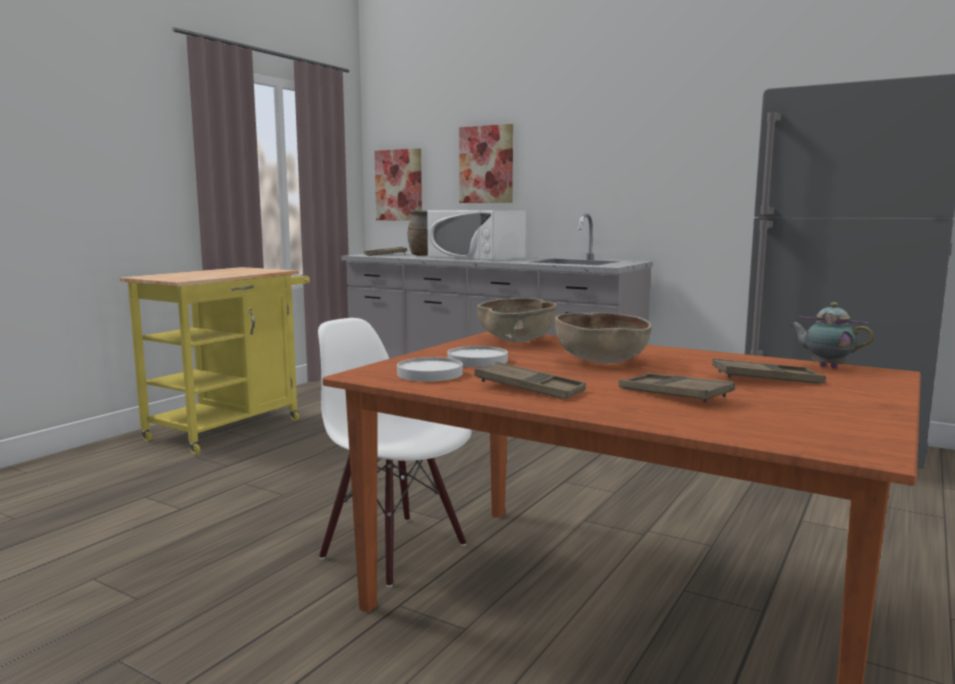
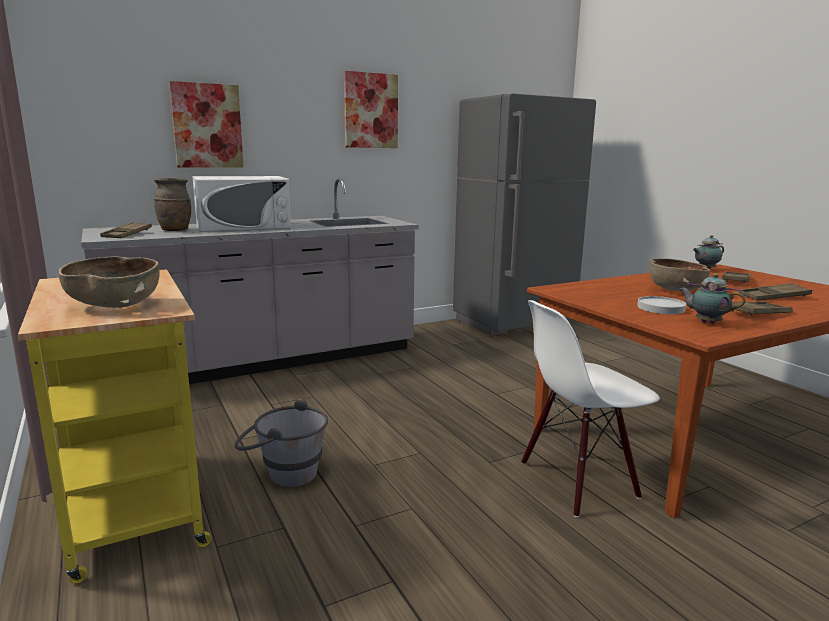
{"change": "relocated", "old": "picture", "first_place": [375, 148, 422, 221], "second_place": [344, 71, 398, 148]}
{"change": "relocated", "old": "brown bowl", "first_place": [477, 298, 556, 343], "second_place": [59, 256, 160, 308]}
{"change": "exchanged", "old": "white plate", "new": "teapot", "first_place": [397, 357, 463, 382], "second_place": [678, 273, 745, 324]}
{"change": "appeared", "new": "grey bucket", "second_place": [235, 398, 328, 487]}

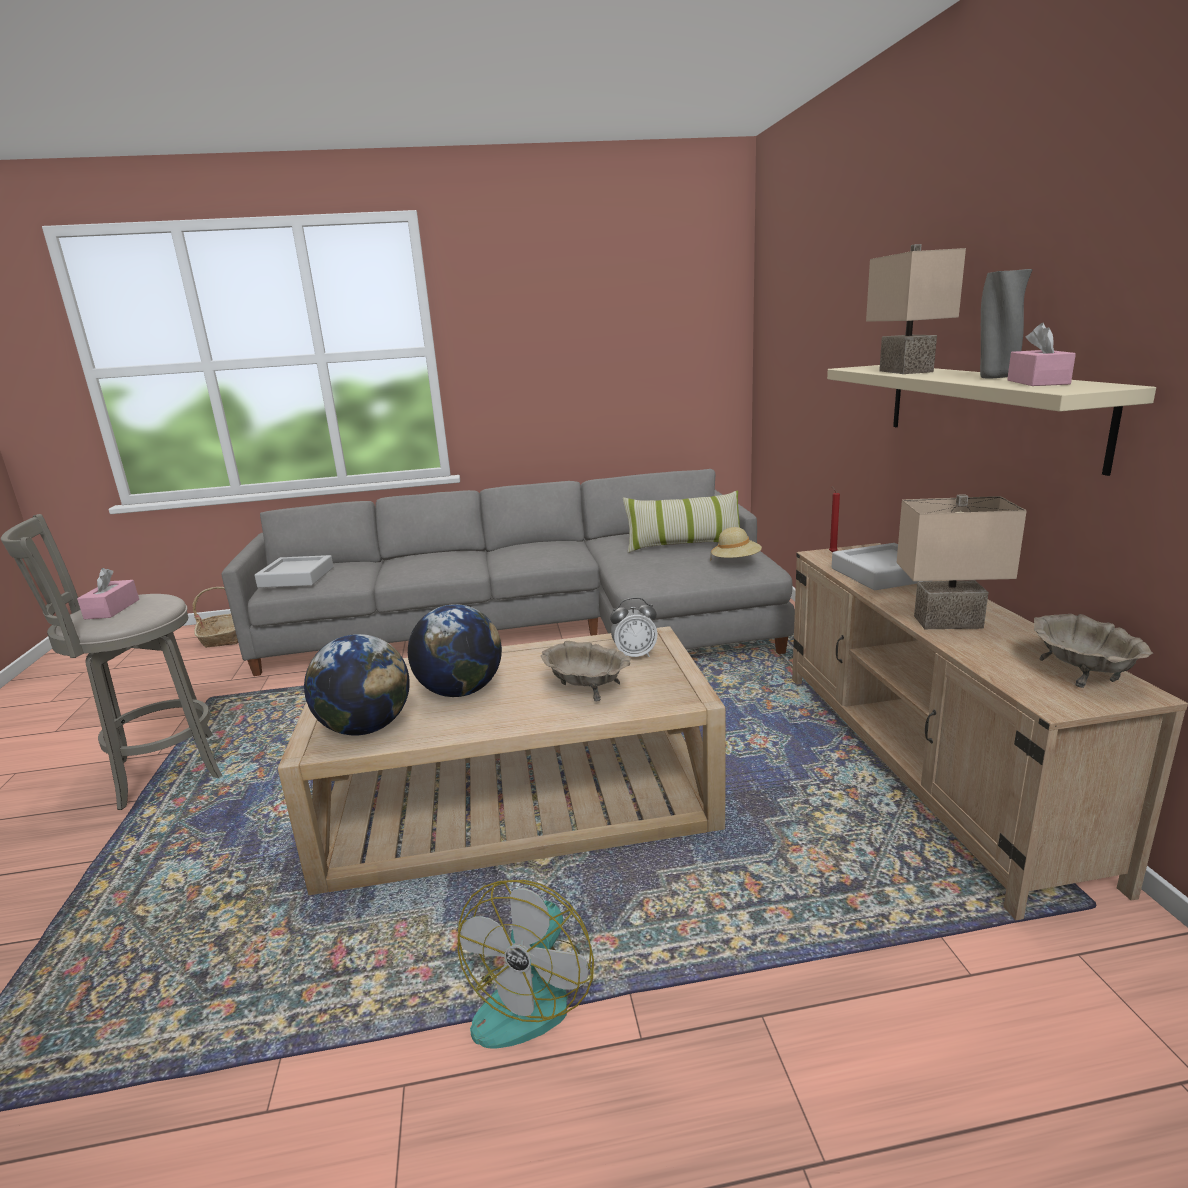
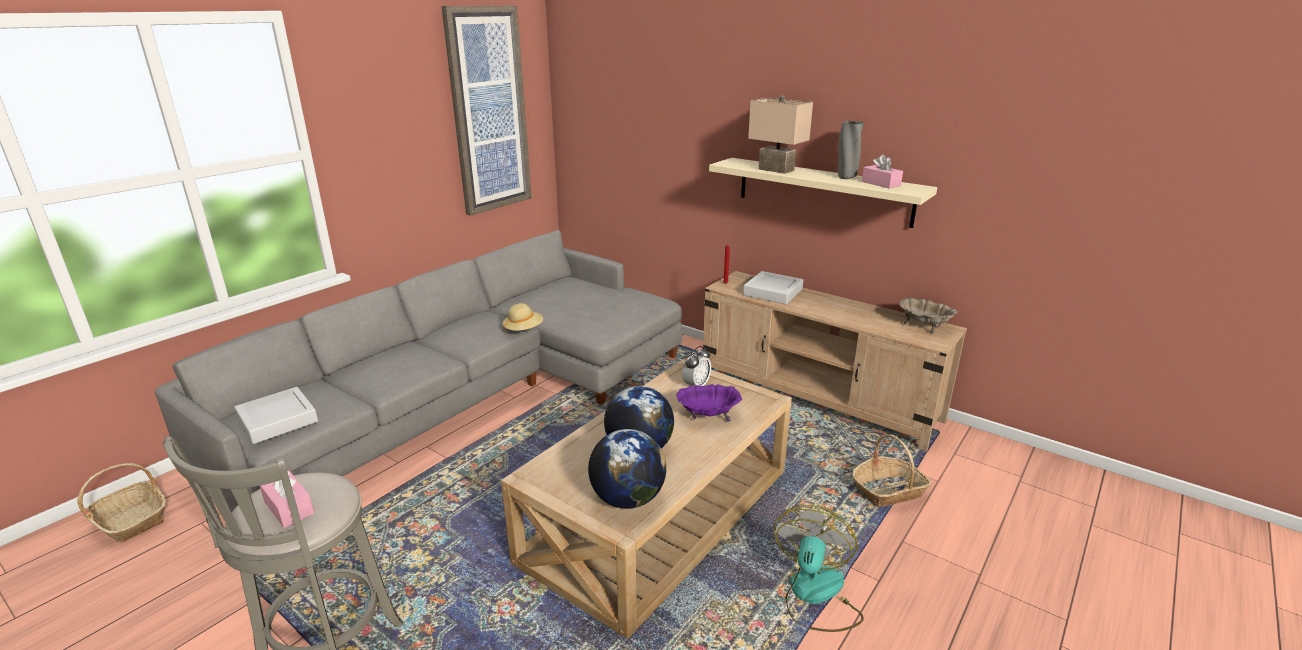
{"change": "missing", "old": "pillow", "first_place": [623, 491, 740, 553]}
{"change": "missing", "old": "beige table lamp", "first_place": [897, 494, 1027, 629]}
{"change": "relocated", "old": "beige hat", "first_place": [711, 527, 762, 558], "second_place": [503, 303, 543, 335]}
{"change": "colour", "old": "beige bowl", "new": "purple bowl", "first_place": [541, 641, 631, 702], "second_place": [676, 384, 742, 422]}
{"change": "spun", "old": "fan", "first_place": [458, 880, 594, 1048], "second_place": [773, 505, 864, 632], "degrees": -135}
{"change": "appeared", "new": "picture", "second_place": [441, 6, 532, 216]}
{"change": "appeared", "new": "basket", "second_place": [852, 434, 932, 507]}

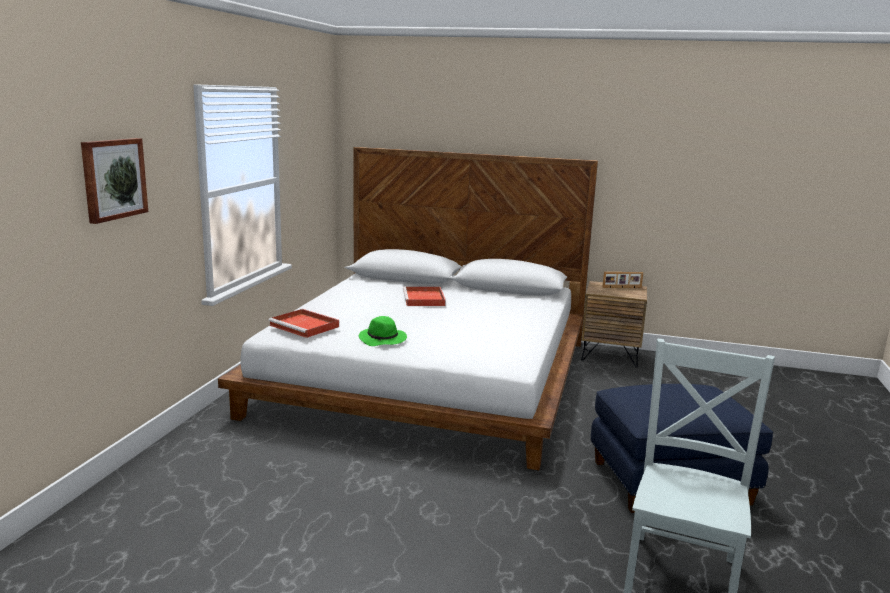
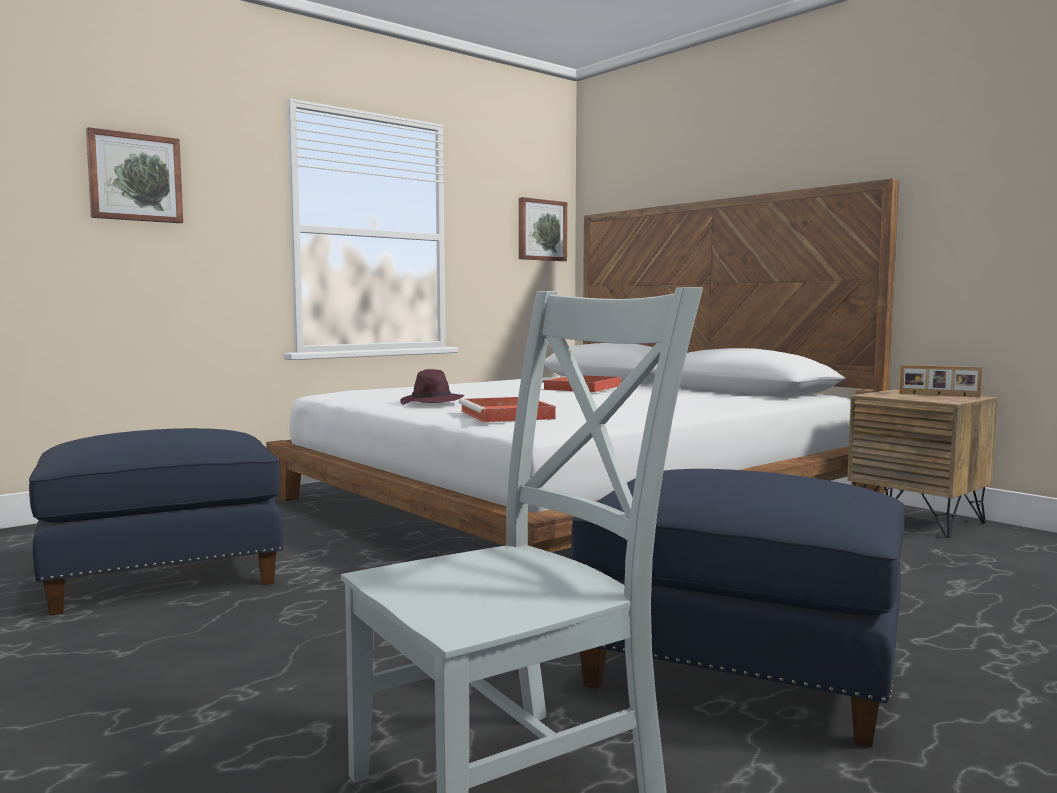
{"change": "relocated", "old": "red tray", "first_place": [268, 309, 339, 338], "second_place": [459, 397, 556, 422]}
{"change": "colour", "old": "green hat", "new": "purple hat", "first_place": [359, 316, 407, 346], "second_place": [400, 369, 464, 405]}
{"change": "appeared", "new": "picture", "second_place": [519, 197, 567, 261]}
{"change": "appeared", "new": "blue ottoman", "second_place": [29, 428, 283, 615]}

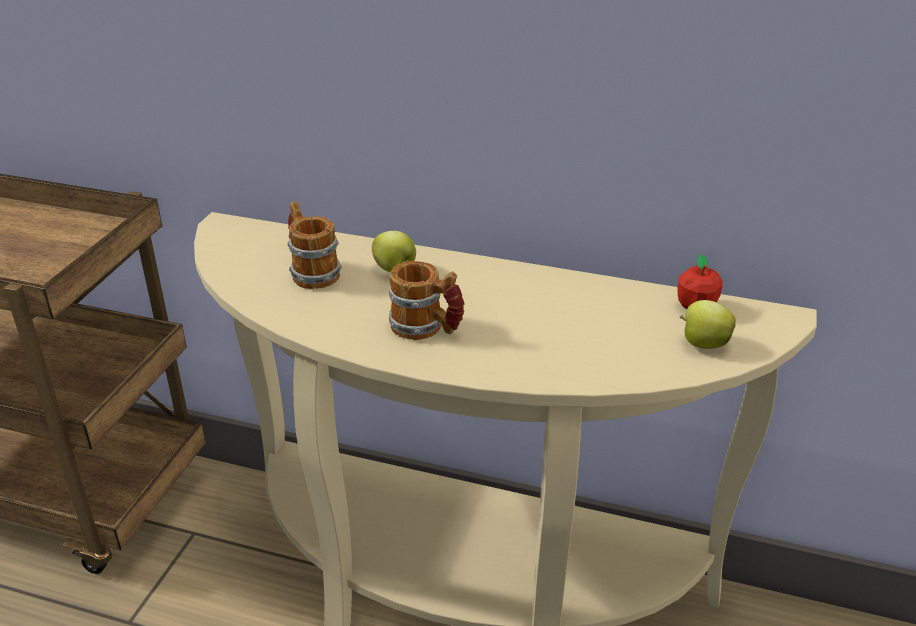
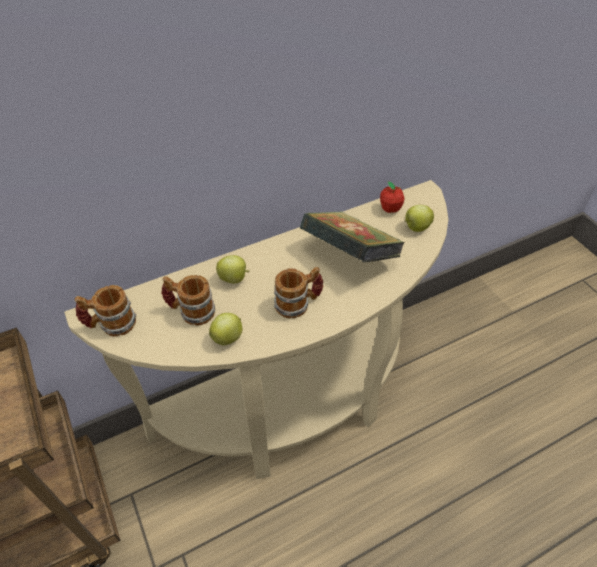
{"change": "appeared", "new": "book", "second_place": [300, 211, 405, 262]}
{"change": "appeared", "new": "mug", "second_place": [75, 285, 136, 336]}
{"change": "appeared", "new": "apple", "second_place": [209, 313, 242, 345]}

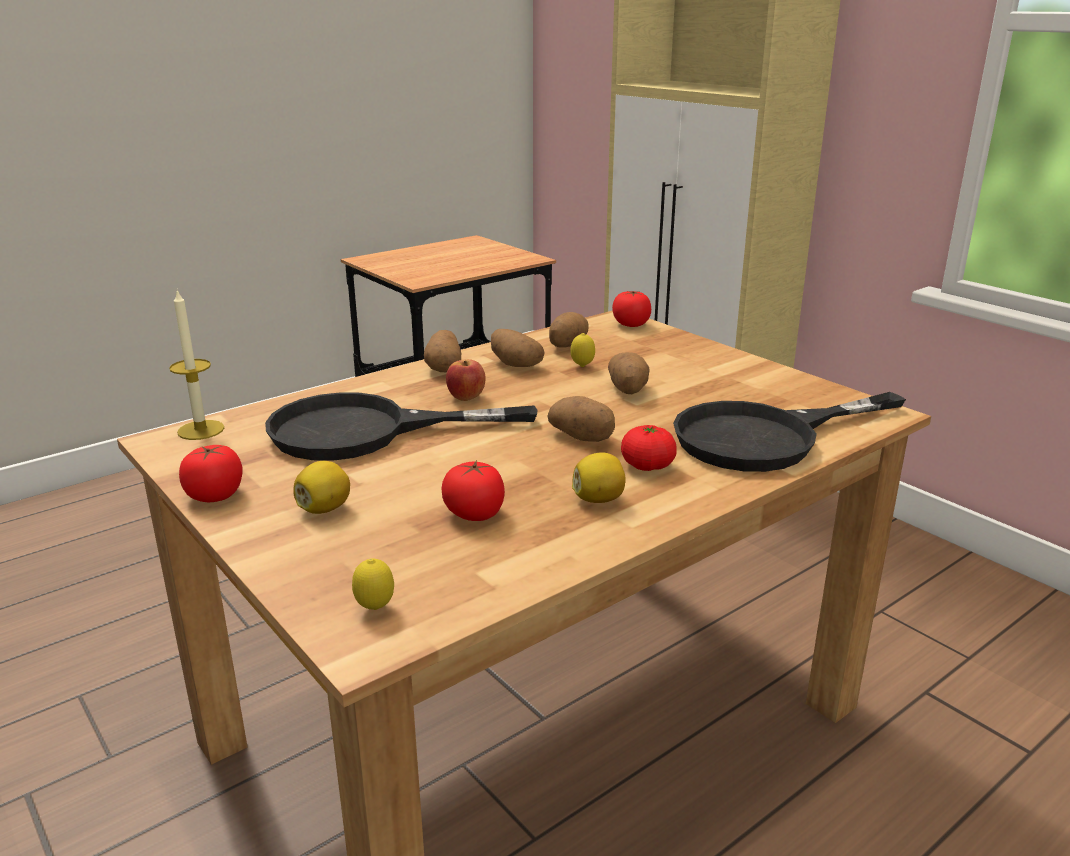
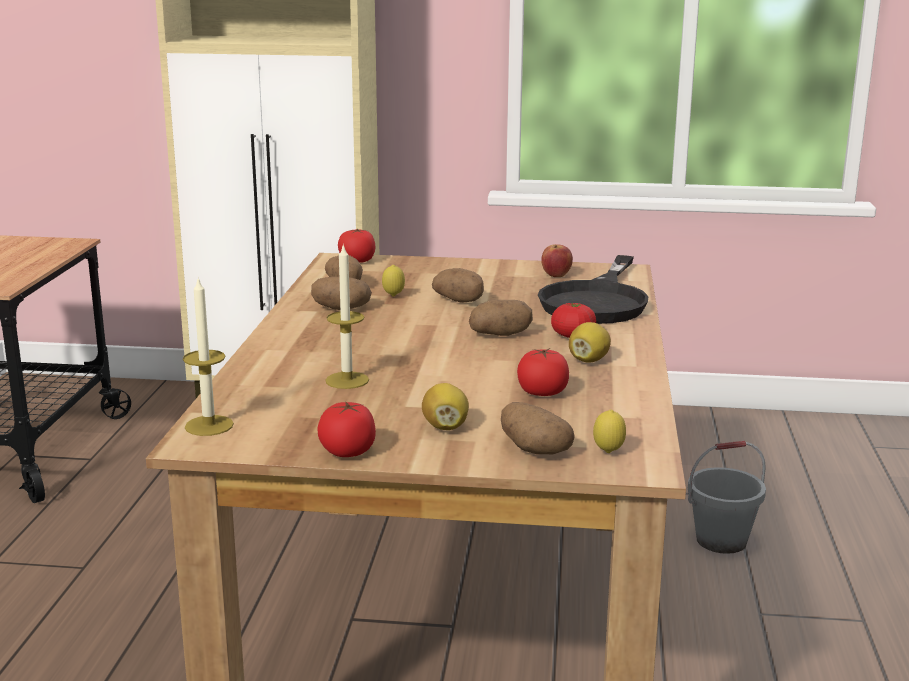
{"change": "relocated", "old": "potato", "first_place": [424, 330, 461, 372], "second_place": [501, 402, 575, 454]}
{"change": "relocated", "old": "apple", "first_place": [446, 359, 486, 401], "second_place": [541, 244, 573, 277]}
{"change": "exchanged", "old": "black frying pan", "new": "candle", "first_place": [265, 392, 537, 461], "second_place": [325, 243, 369, 389]}
{"change": "appeared", "new": "grey bucket", "second_place": [688, 441, 766, 554]}

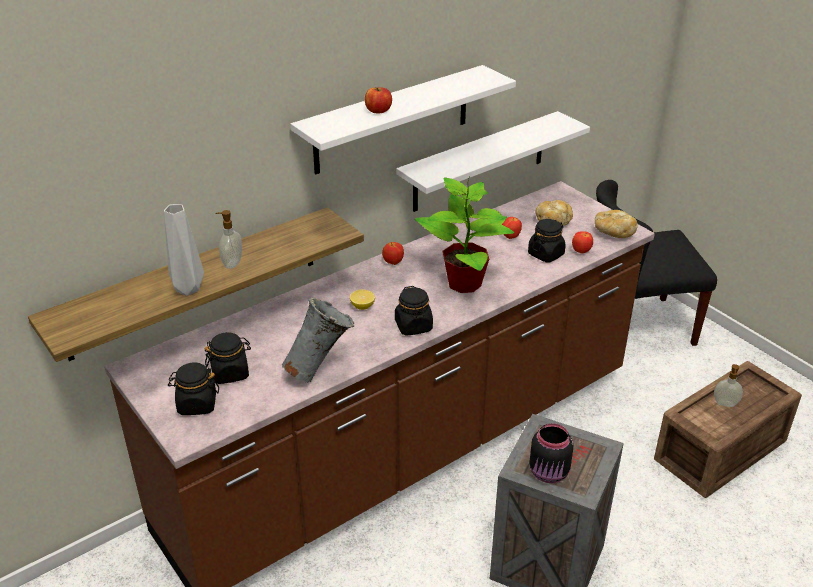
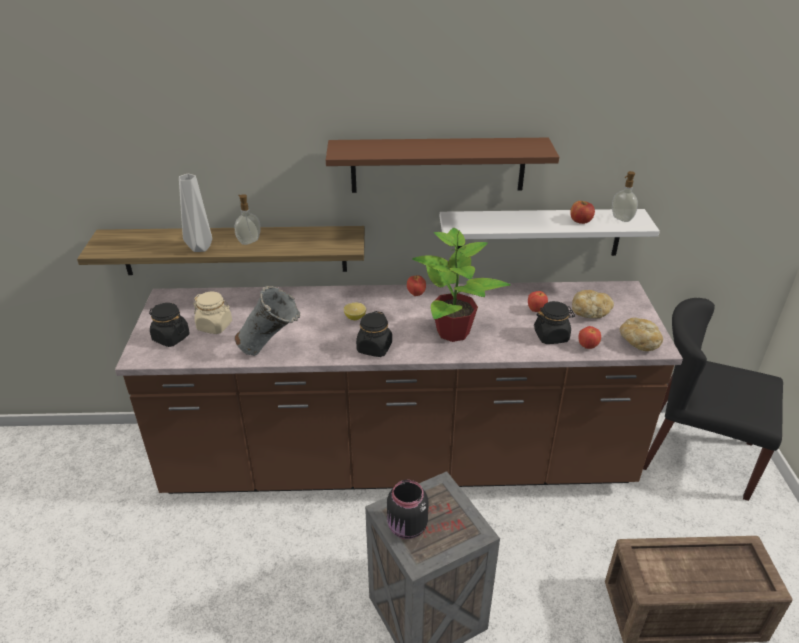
{"change": "colour", "old": "white shelf", "new": "brown shelf", "first_place": [291, 65, 516, 174], "second_place": [326, 138, 559, 193]}
{"change": "relocated", "old": "apple", "first_place": [365, 87, 392, 113], "second_place": [570, 201, 595, 224]}
{"change": "colour", "old": "black jar", "new": "beige jar", "first_place": [205, 332, 251, 384], "second_place": [193, 292, 232, 334]}
{"change": "relocated", "old": "soap dispenser", "first_place": [714, 364, 743, 407], "second_place": [612, 171, 638, 222]}

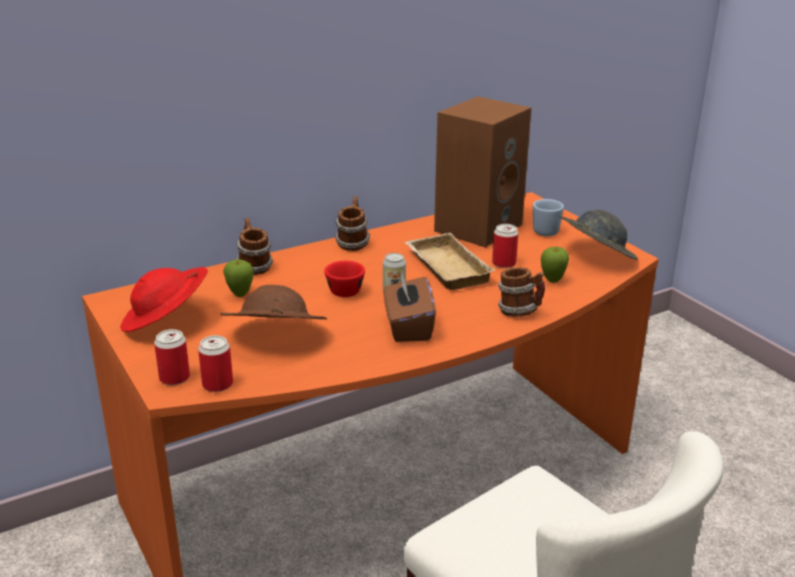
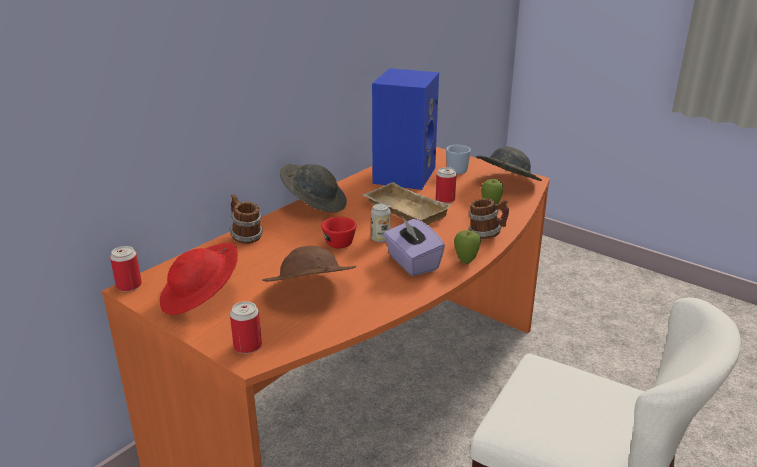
{"change": "colour", "old": "brown speaker", "new": "blue speaker", "first_place": [434, 96, 531, 248], "second_place": [372, 68, 439, 190]}
{"change": "exchanged", "old": "mug", "new": "grey hat", "first_place": [335, 197, 370, 251], "second_place": [280, 164, 347, 212]}
{"change": "relocated", "old": "apple", "first_place": [223, 259, 254, 297], "second_place": [454, 230, 481, 264]}
{"change": "colour", "old": "brown tissue box", "new": "purple tissue box", "first_place": [384, 272, 436, 342], "second_place": [384, 216, 445, 276]}
{"change": "relocated", "old": "can", "first_place": [198, 335, 233, 392], "second_place": [110, 246, 142, 292]}

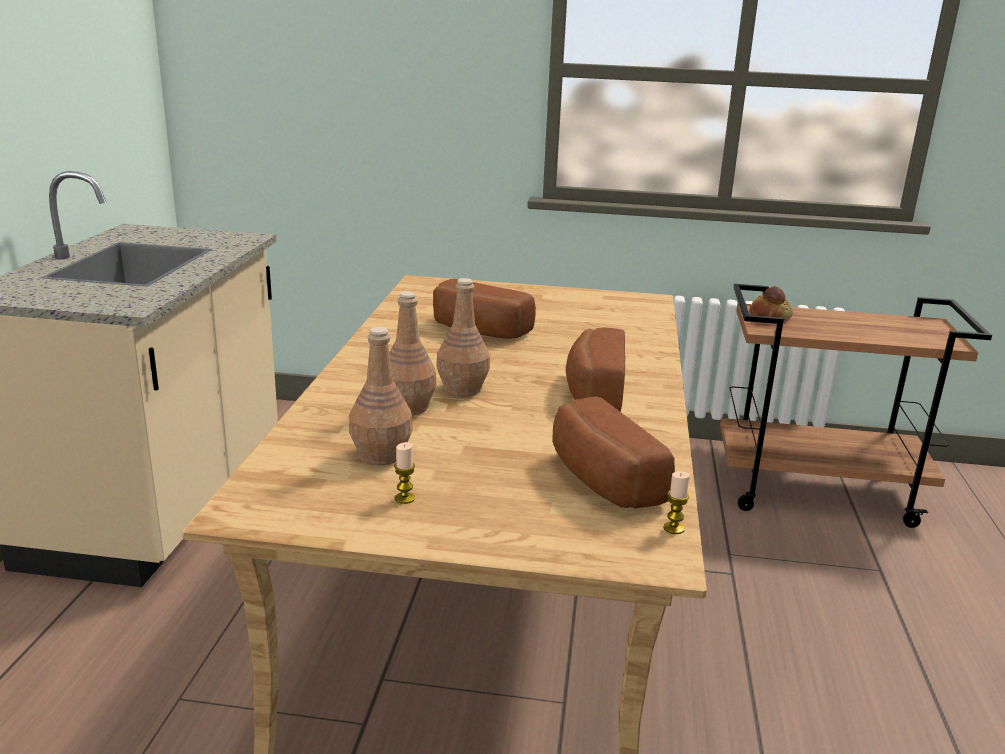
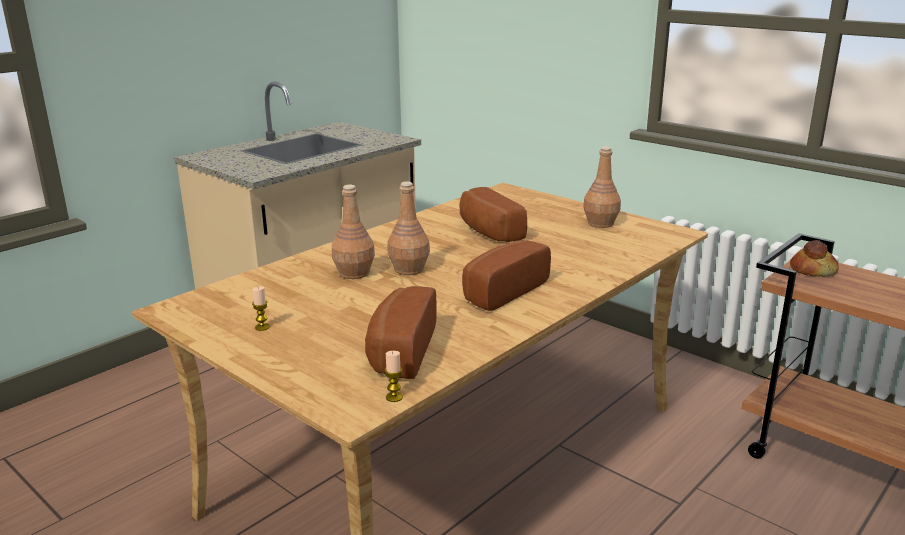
{"change": "relocated", "old": "brown bottle", "first_place": [349, 327, 413, 465], "second_place": [583, 146, 621, 228]}

